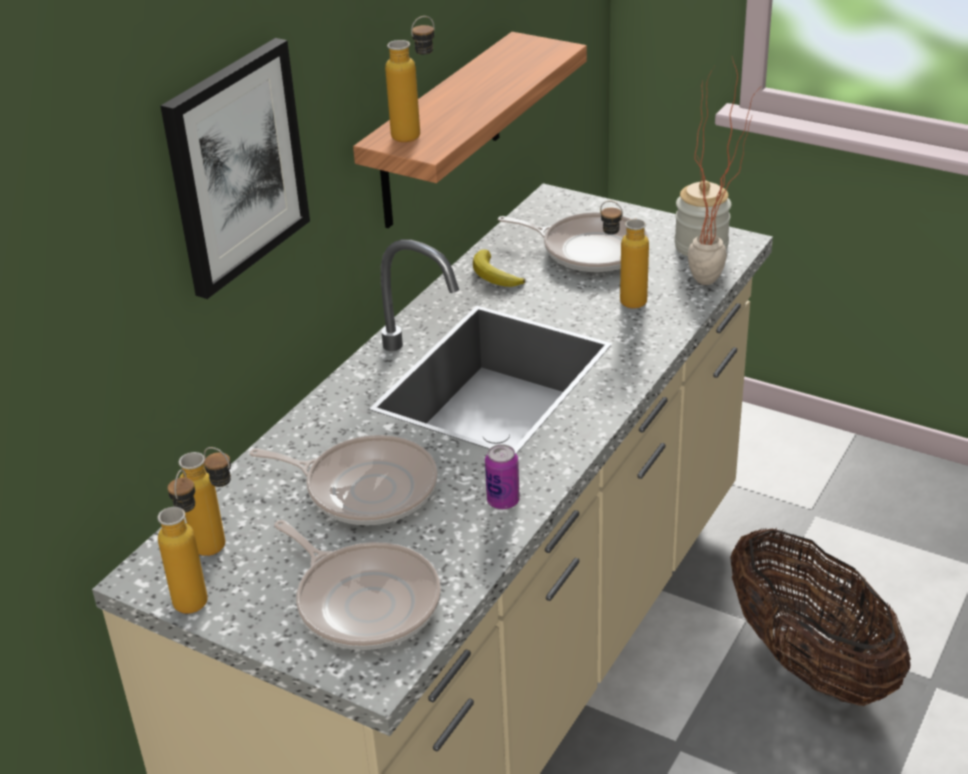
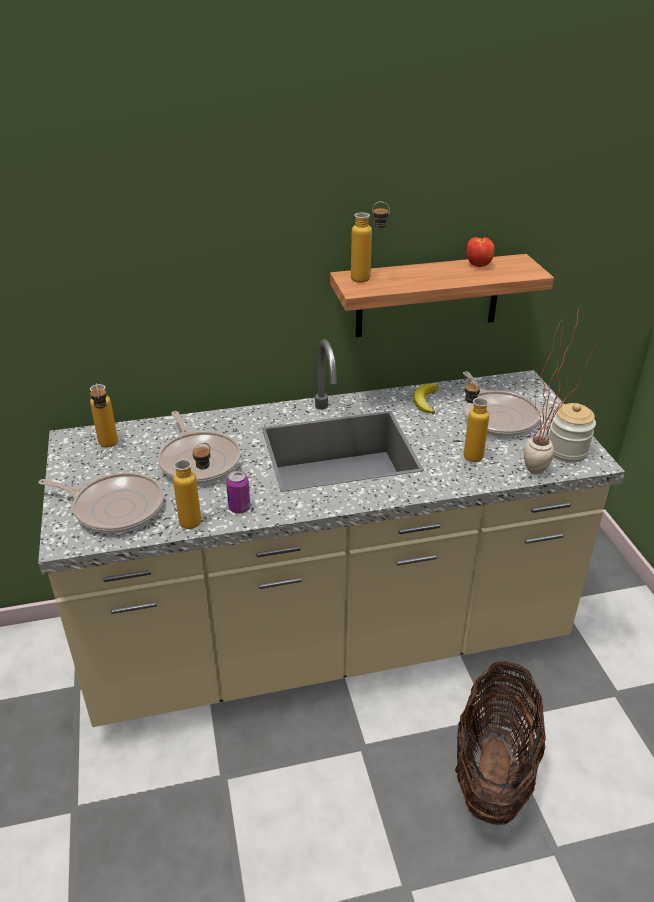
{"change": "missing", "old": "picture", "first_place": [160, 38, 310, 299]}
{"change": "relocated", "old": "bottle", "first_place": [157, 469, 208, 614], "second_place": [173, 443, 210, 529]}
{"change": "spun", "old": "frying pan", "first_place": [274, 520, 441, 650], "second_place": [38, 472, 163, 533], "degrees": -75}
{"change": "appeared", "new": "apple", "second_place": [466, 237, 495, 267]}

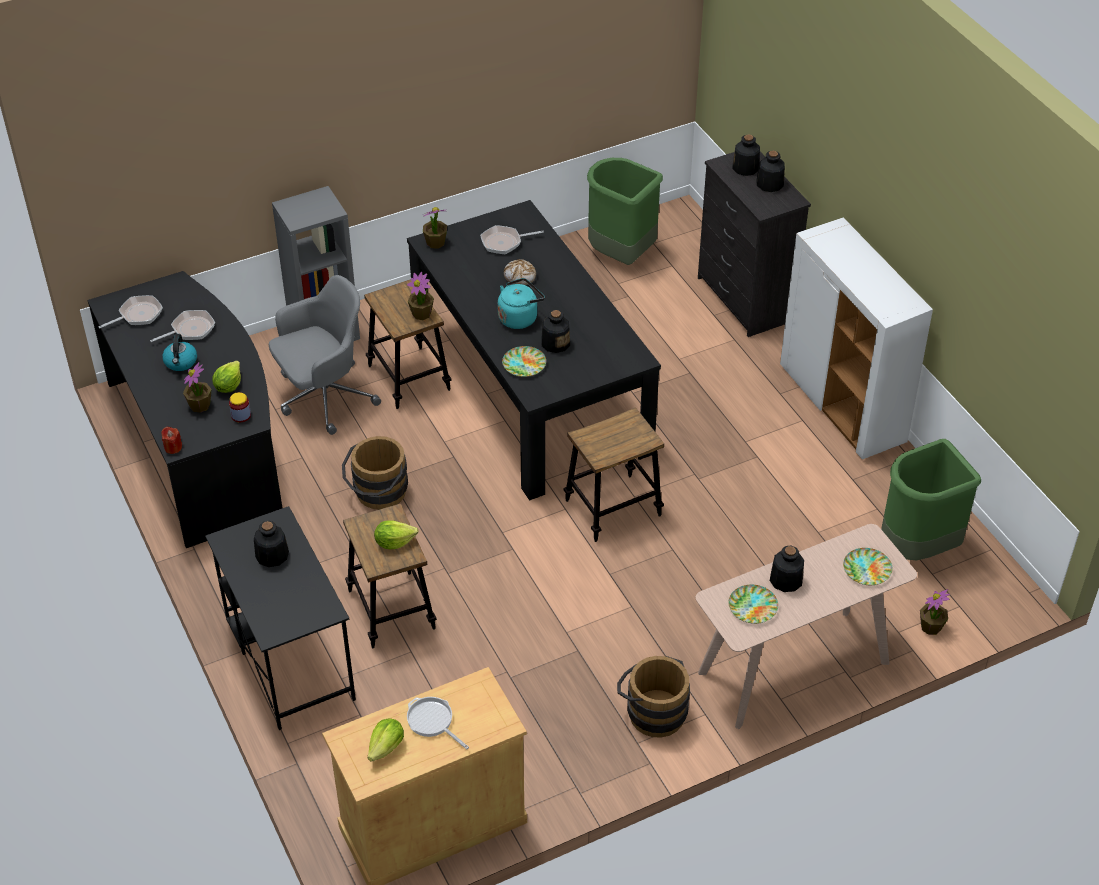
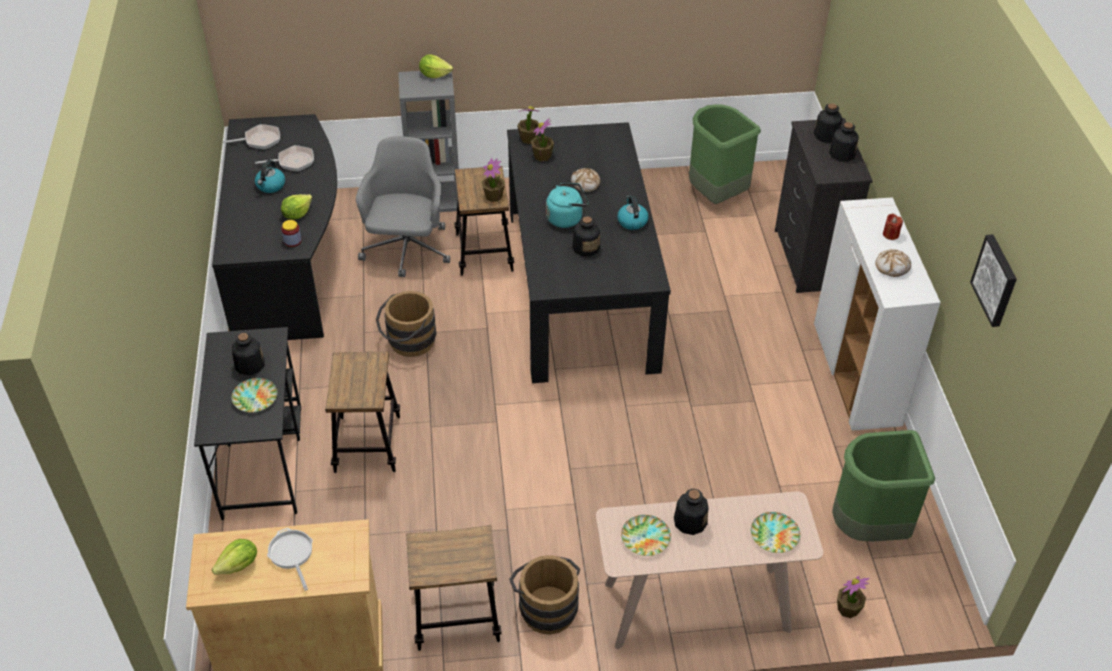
{"change": "missing", "old": "frying pan", "first_place": [480, 225, 544, 255]}
{"change": "spun", "old": "grey office chair", "first_place": [269, 275, 381, 435], "second_place": [356, 136, 450, 277], "degrees": -75}
{"change": "relocated", "old": "plate", "first_place": [502, 346, 546, 377], "second_place": [232, 378, 277, 412]}
{"change": "relocated", "old": "potted plant", "first_place": [183, 362, 212, 413], "second_place": [531, 119, 554, 161]}
{"change": "relocated", "old": "stool", "first_place": [564, 407, 664, 542], "second_place": [406, 525, 501, 651]}
{"change": "relocated", "old": "red candle", "first_place": [161, 427, 182, 454], "second_place": [883, 213, 903, 240]}
{"change": "relocated", "old": "lettuce", "first_place": [374, 520, 418, 549], "second_place": [419, 54, 453, 78]}
{"change": "appeared", "new": "kettle", "second_place": [617, 196, 649, 230]}
{"change": "appeared", "new": "picture", "second_place": [970, 235, 1017, 327]}
{"change": "appeared", "new": "bread", "second_place": [875, 249, 911, 277]}

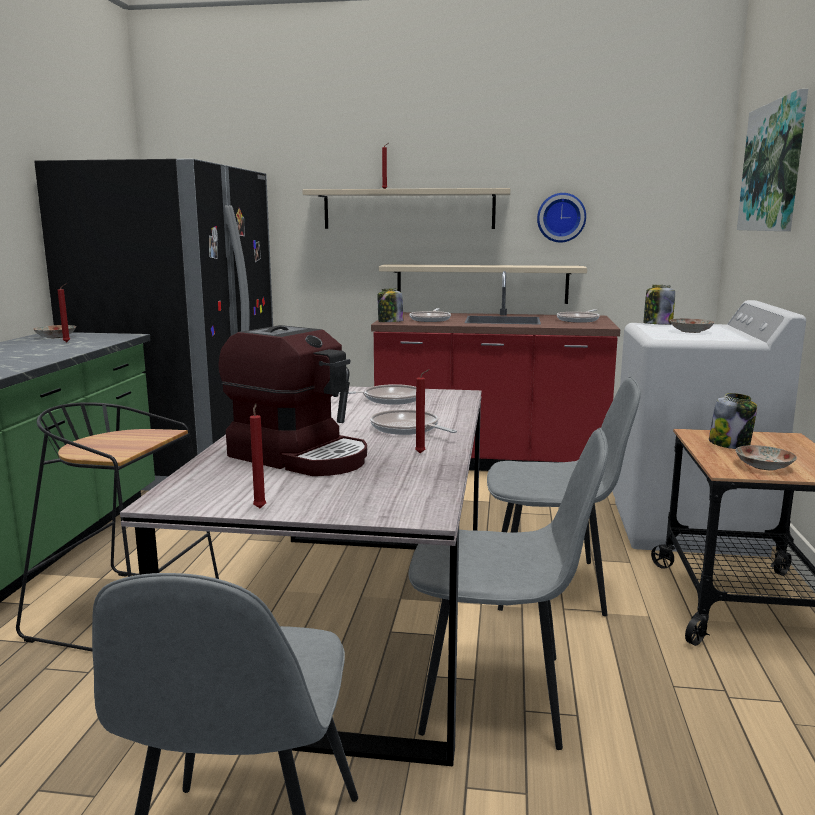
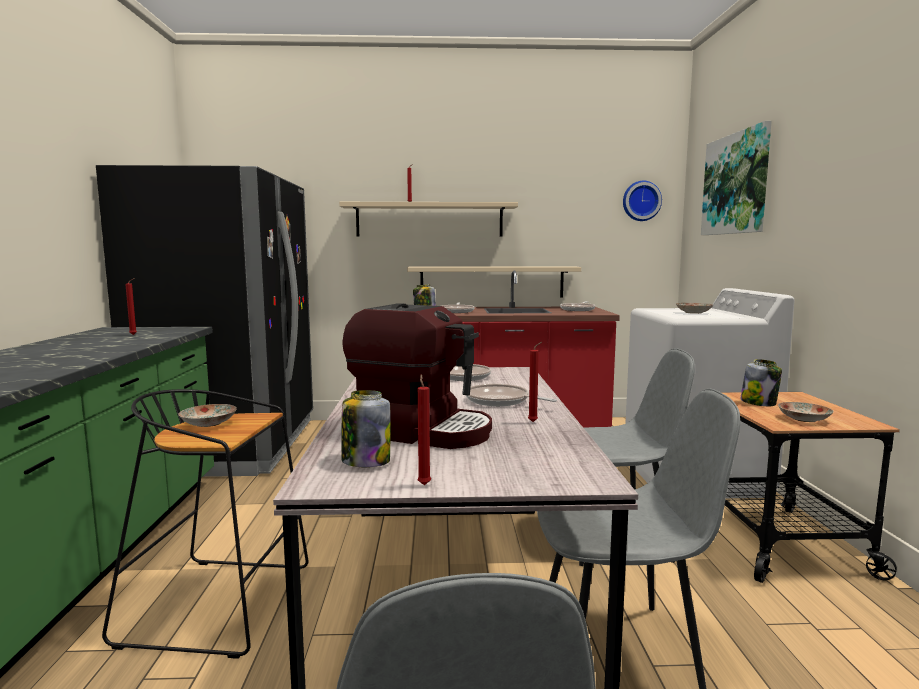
{"change": "relocated", "old": "wall clock", "first_place": [537, 193, 586, 243], "second_place": [623, 181, 662, 221]}
{"change": "relocated", "old": "jar", "first_place": [643, 285, 675, 325], "second_place": [341, 390, 391, 467]}
{"change": "relocated", "old": "plate", "first_place": [33, 325, 76, 339], "second_place": [179, 404, 237, 427]}

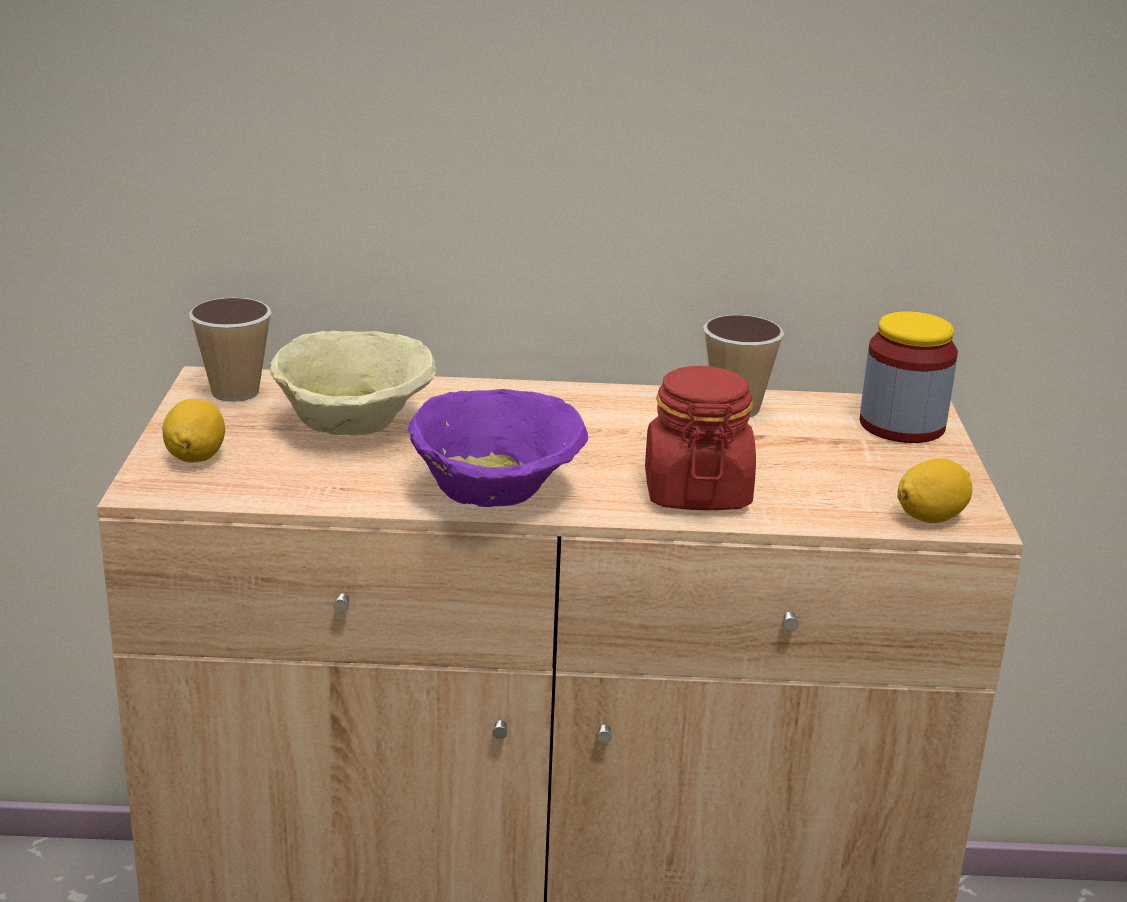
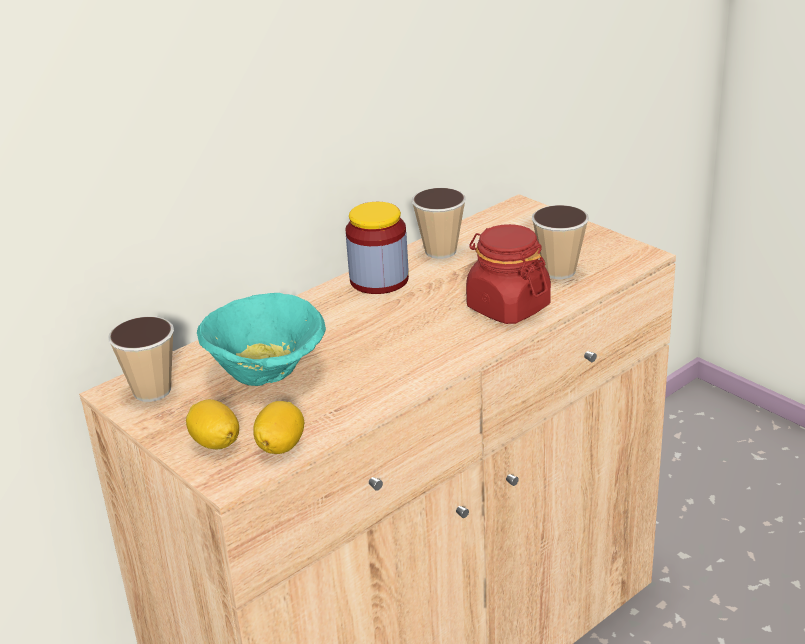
{"change": "relocated", "old": "jar", "first_place": [859, 311, 958, 443], "second_place": [345, 202, 409, 294]}
{"change": "colour", "old": "beige bowl", "new": "turquoise bowl", "first_place": [270, 331, 436, 436], "second_place": [197, 293, 326, 386]}
{"change": "missing", "old": "purple bowl", "first_place": [408, 389, 588, 507]}
{"change": "relocated", "old": "lemon", "first_place": [897, 458, 972, 523], "second_place": [253, 401, 304, 454]}
{"change": "appeared", "new": "cup", "second_place": [532, 205, 589, 279]}

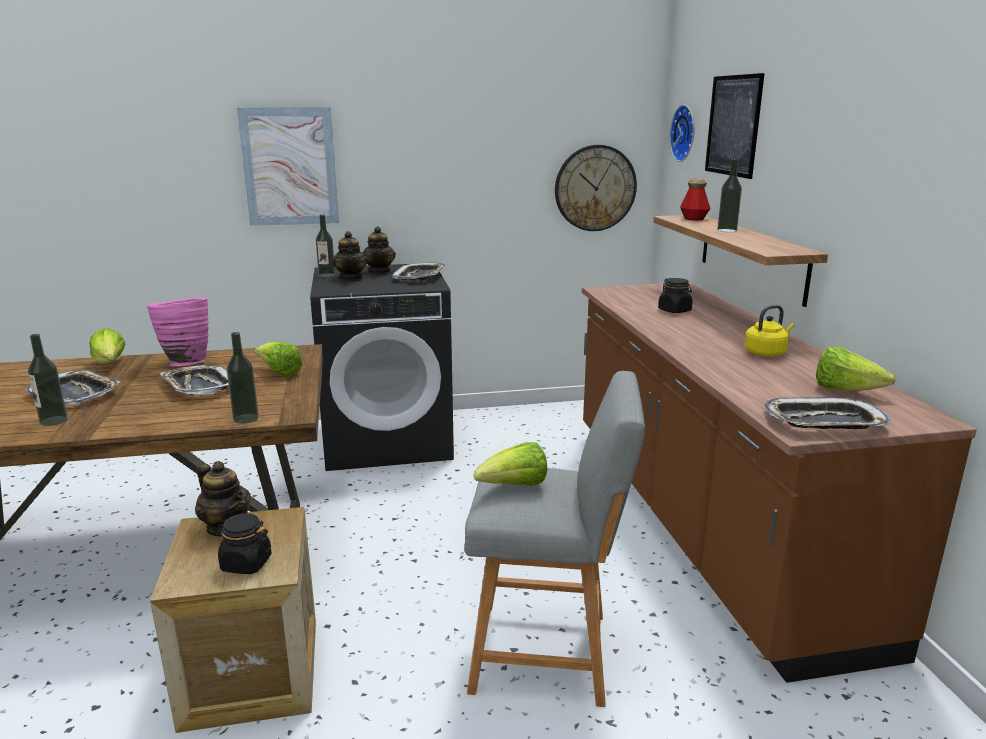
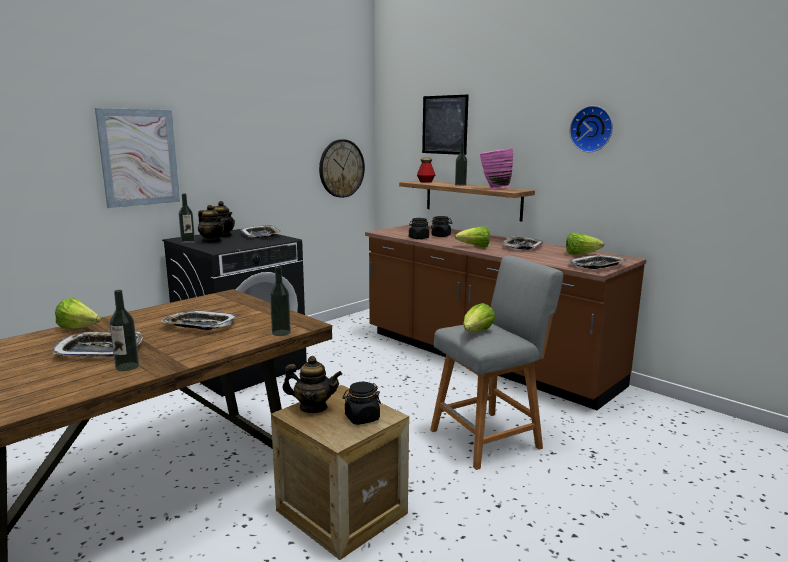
{"change": "relocated", "old": "wall clock", "first_place": [670, 105, 694, 162], "second_place": [570, 106, 613, 152]}
{"change": "relocated", "old": "pink vase", "first_place": [147, 298, 209, 366], "second_place": [480, 148, 513, 189]}
{"change": "exchanged", "old": "yellow kettle", "new": "tray", "first_place": [745, 305, 795, 357], "second_place": [502, 236, 543, 250]}
{"change": "relocated", "old": "lettuce", "first_place": [254, 342, 303, 378], "second_place": [455, 226, 490, 247]}
{"change": "appeared", "new": "black jar", "second_place": [409, 218, 429, 239]}

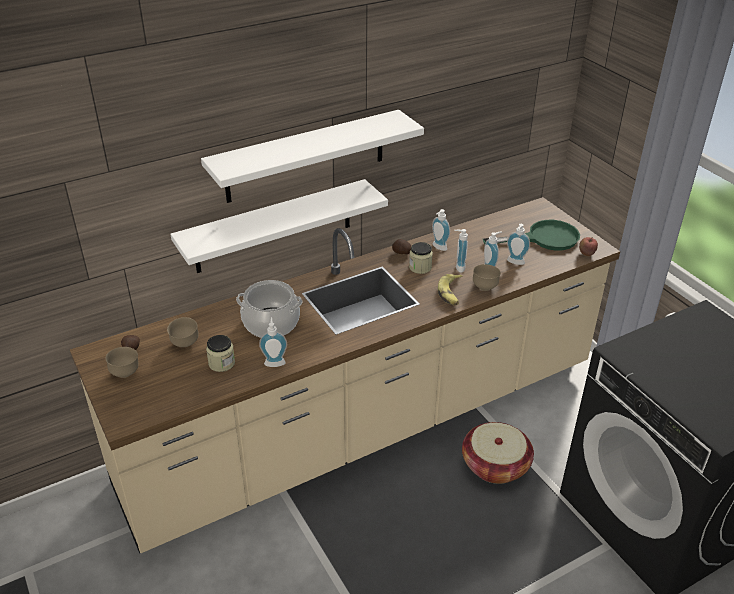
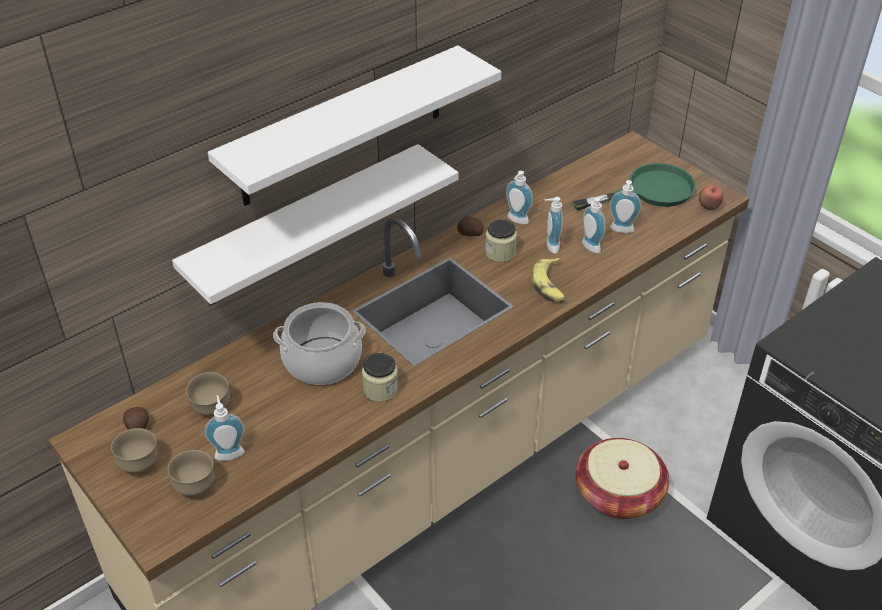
{"change": "relocated", "old": "brown bowl", "first_place": [473, 264, 501, 291], "second_place": [168, 450, 214, 496]}
{"change": "relocated", "old": "soap dispenser", "first_place": [259, 317, 287, 367], "second_place": [204, 395, 245, 461]}
{"change": "relocated", "old": "jar", "first_place": [206, 335, 235, 372], "second_place": [362, 353, 398, 402]}

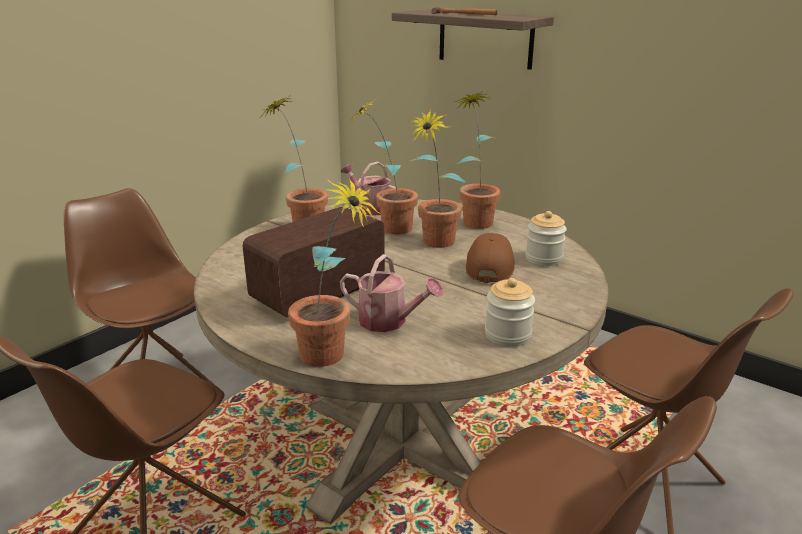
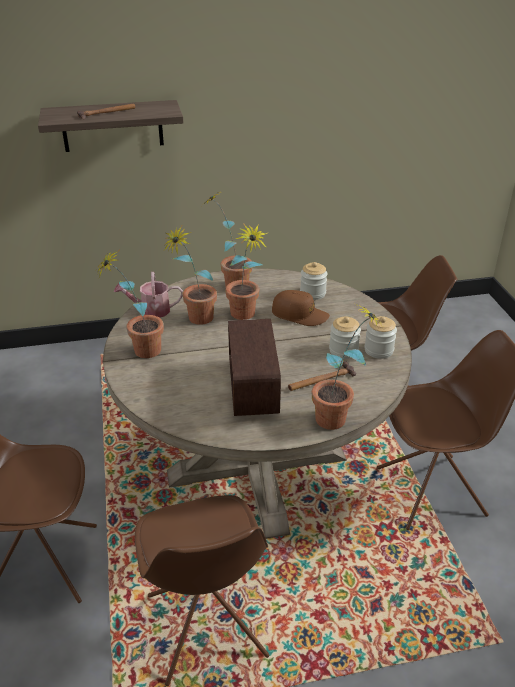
{"change": "spun", "old": "brown cap", "first_place": [466, 233, 514, 283], "second_place": [272, 290, 330, 326], "degrees": 150}
{"change": "exchanged", "old": "watering can", "new": "hammer", "first_place": [340, 254, 443, 332], "second_place": [288, 361, 356, 391]}
{"change": "appeared", "new": "jar", "second_place": [329, 317, 361, 359]}

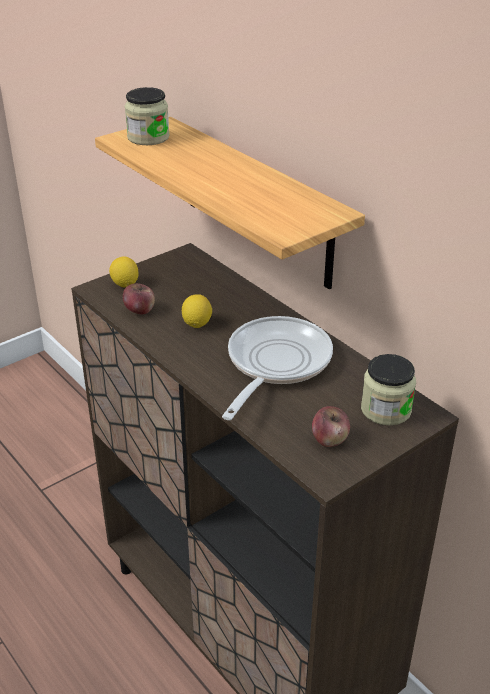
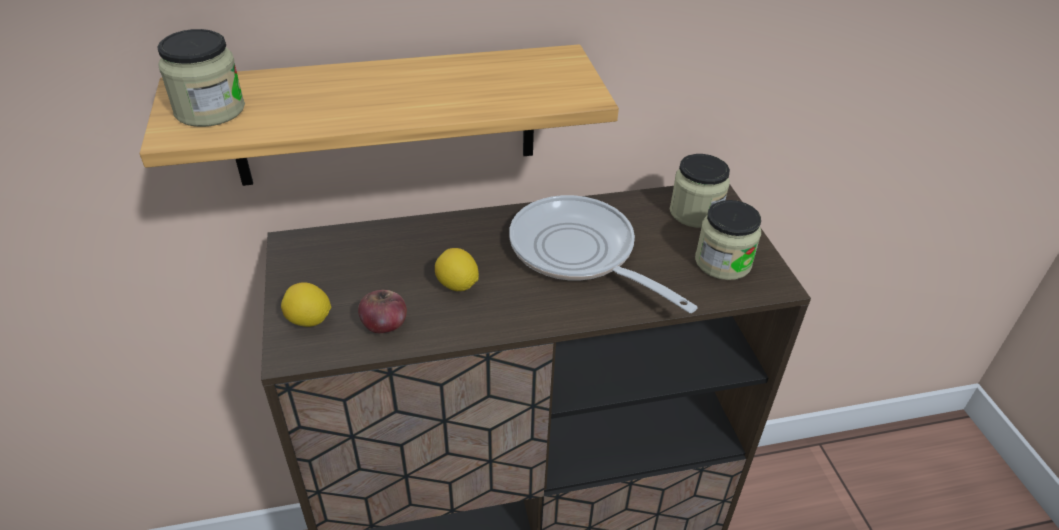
{"change": "exchanged", "old": "apple", "new": "jar", "first_place": [312, 406, 350, 447], "second_place": [695, 200, 761, 280]}

